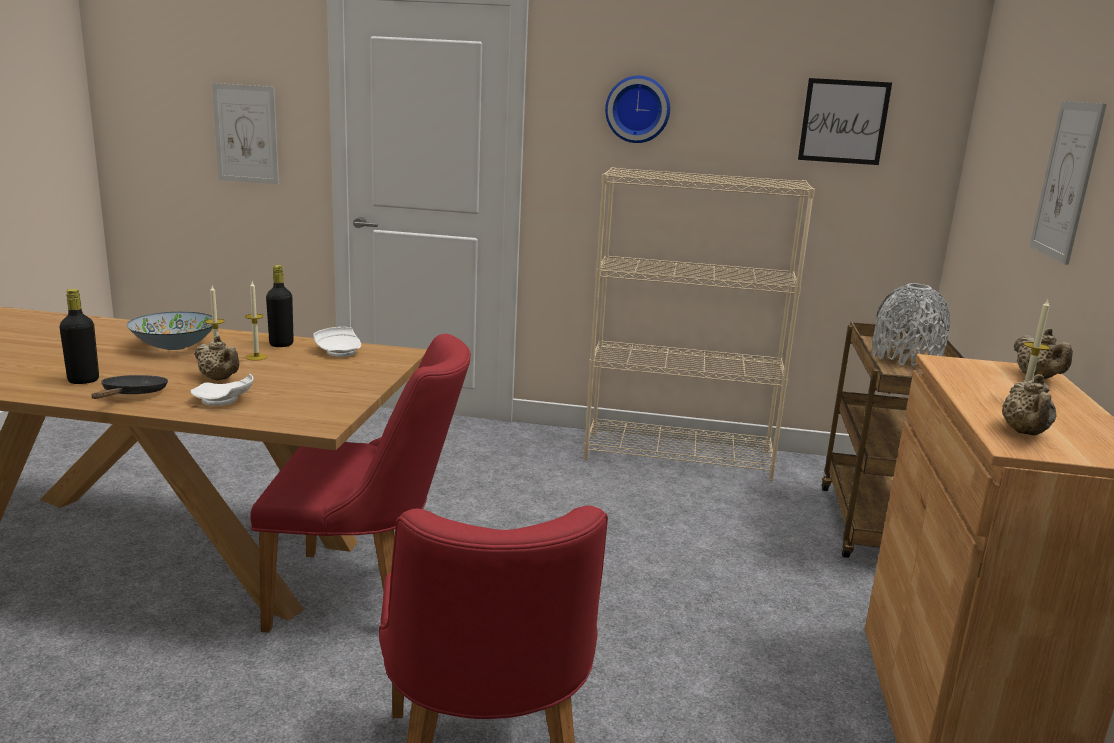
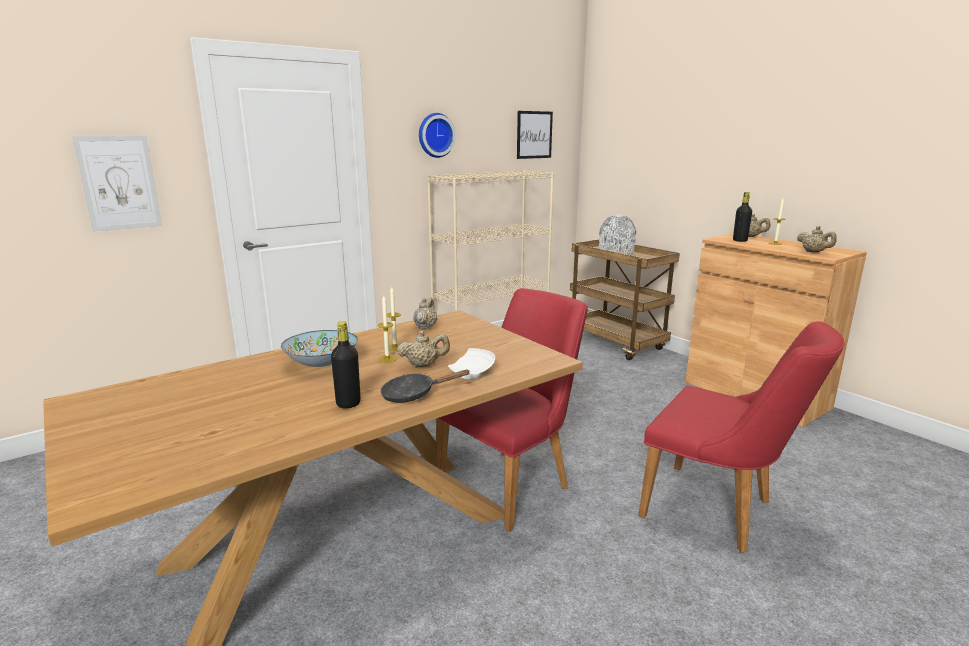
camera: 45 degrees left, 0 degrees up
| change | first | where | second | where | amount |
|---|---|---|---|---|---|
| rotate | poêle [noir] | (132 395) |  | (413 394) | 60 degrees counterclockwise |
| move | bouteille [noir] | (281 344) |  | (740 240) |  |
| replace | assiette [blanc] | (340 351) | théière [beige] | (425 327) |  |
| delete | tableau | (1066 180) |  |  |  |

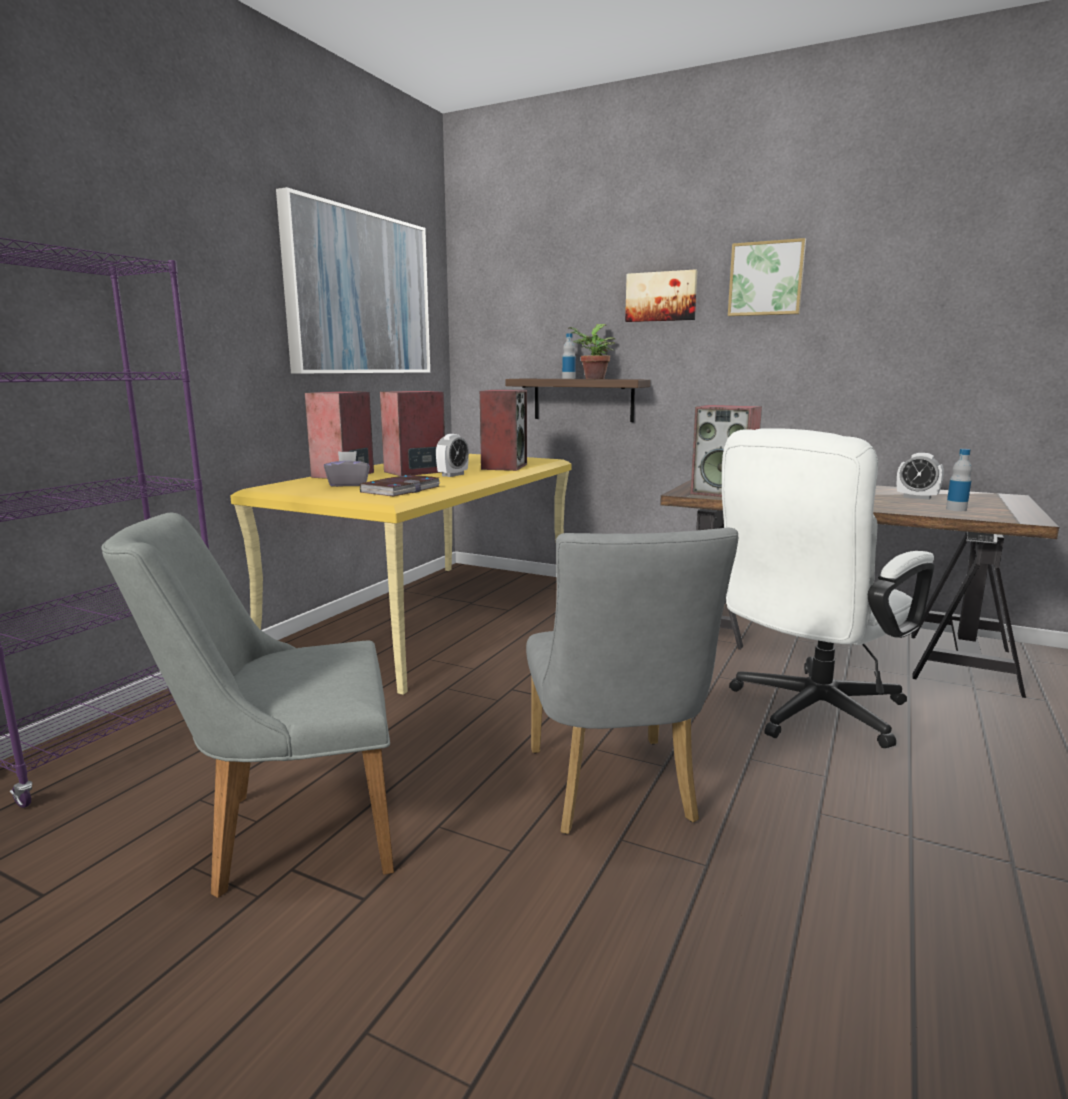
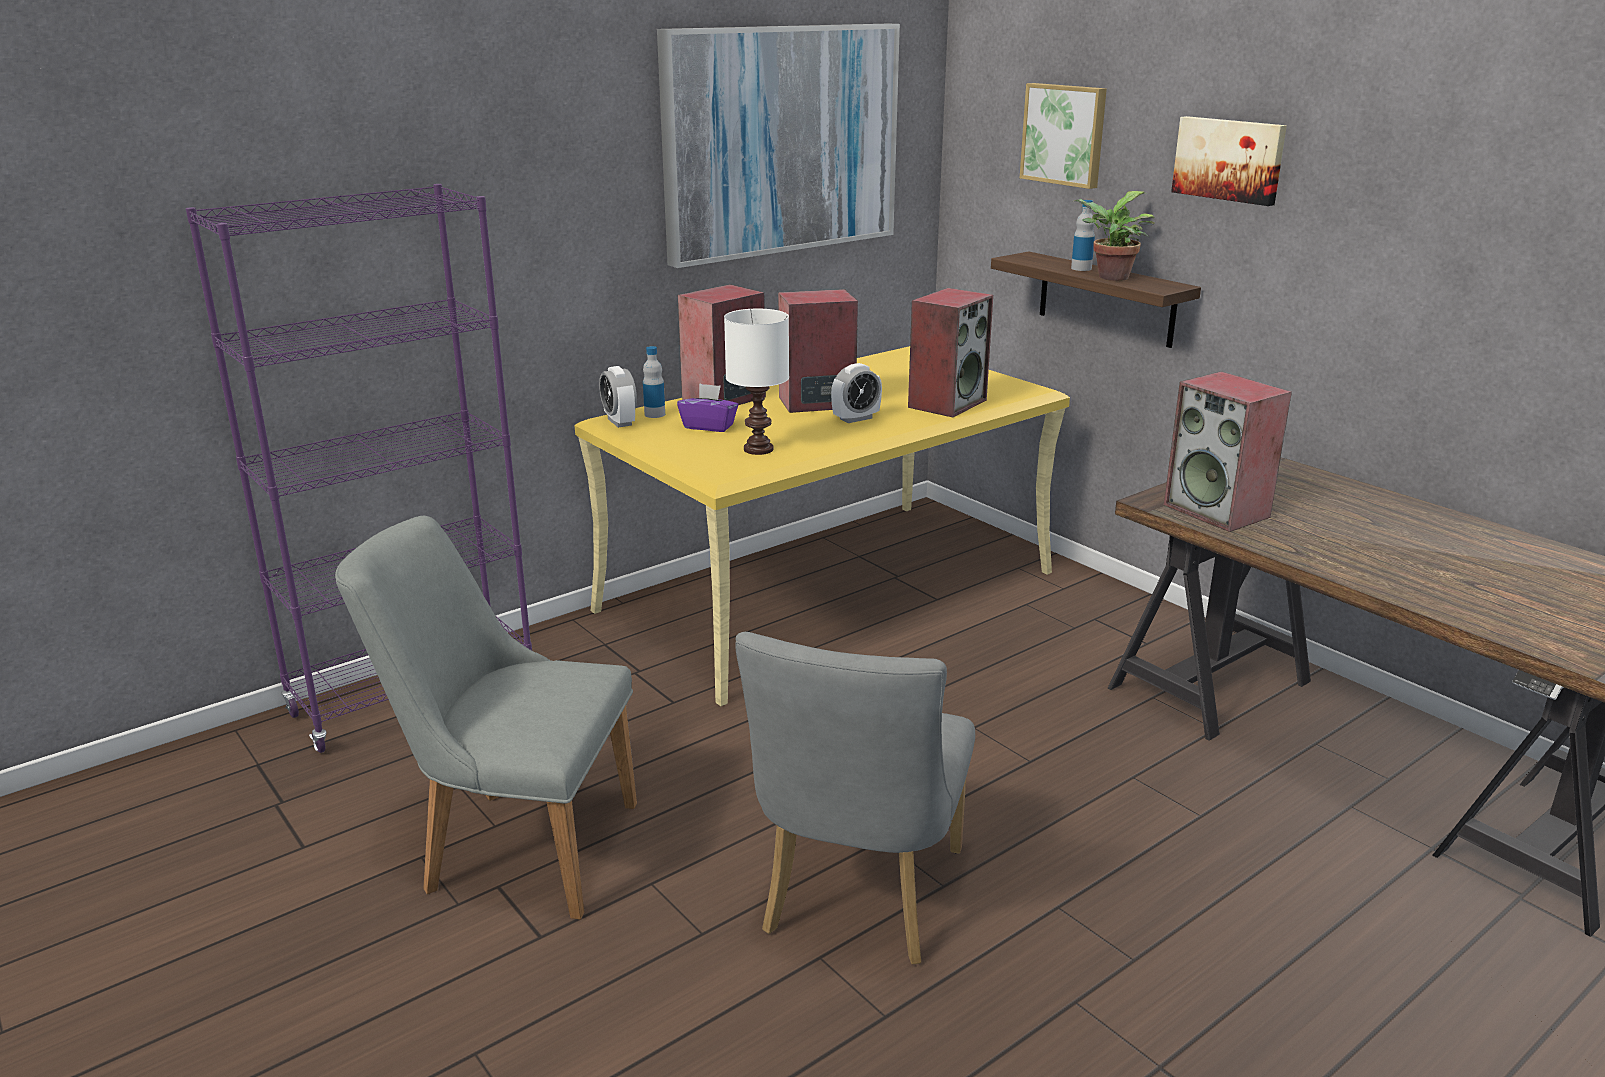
camera: 25 degrees right, 10 degrees up
| change | first | where | second | where | amount |
|---|---|---|---|---|---|
| recolor | boîte à mouchoirs [gris] | (348 484) | boîte à mouchoirs [violet] | (709 426) |  |
| replace | livre | (401 489) | lampe de table [blanc] | (757 449) |  |
| delete | chaise de bureau [blanc] | (807 713) |  |  |  |
| move | tableau | (766 279) |  | (1065 134) |  |
| move | réveil | (917 497) |  | (620 422) |  |
| move | bouteille | (956 509) |  | (654 414) |  |

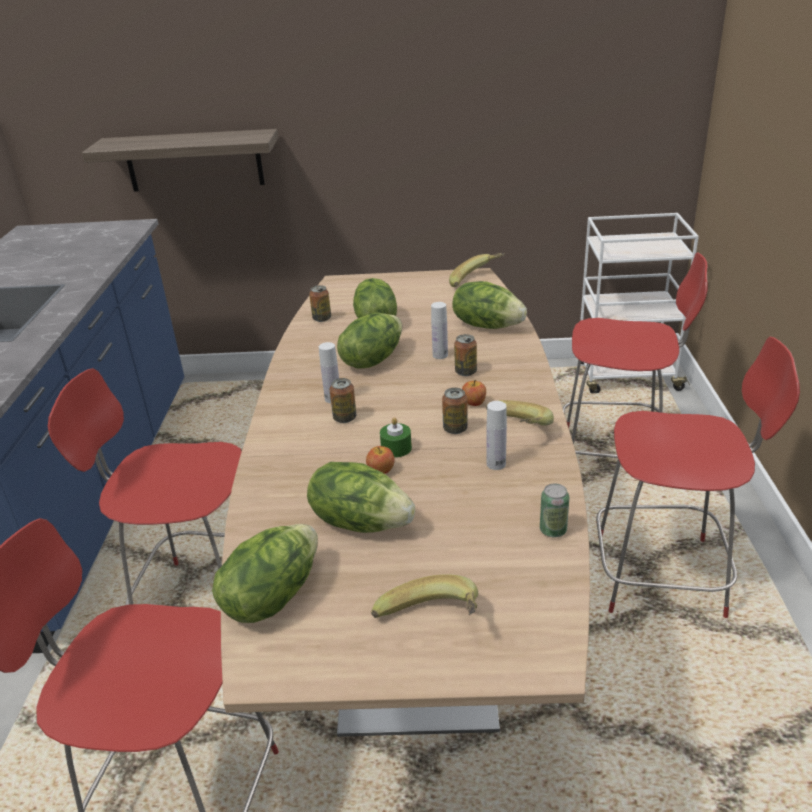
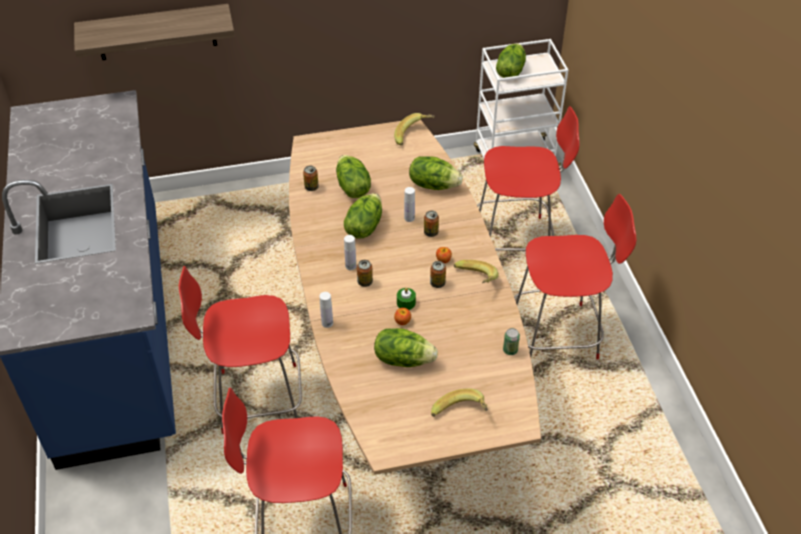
camera: 15 degrees left, 15 degrees up
| change | first | where | second | where | amount |
|---|---|---|---|---|---|
| move | laitue | (271 596) |  | (510 71) |  |
| move | bouteille [blanc] | (496 464) |  | (327 323) |  |

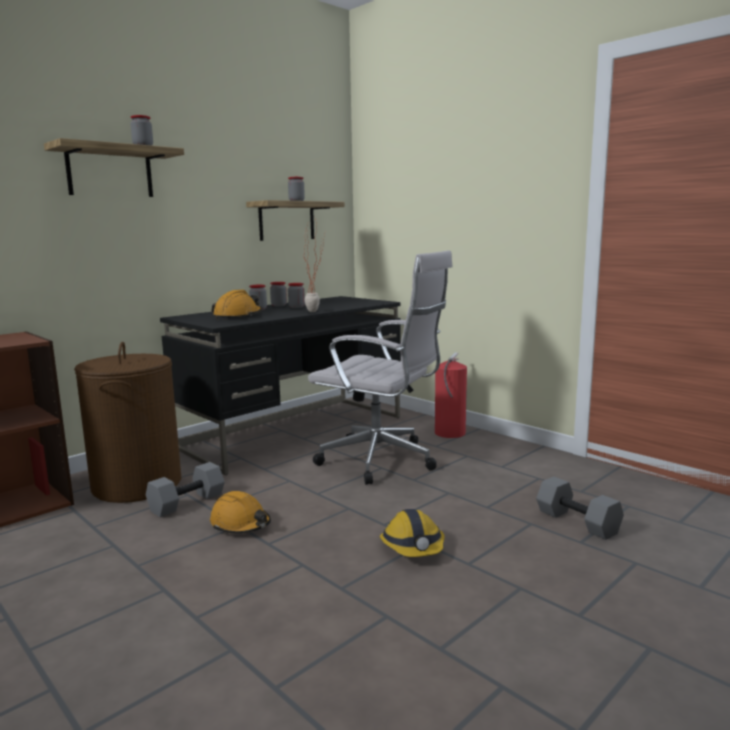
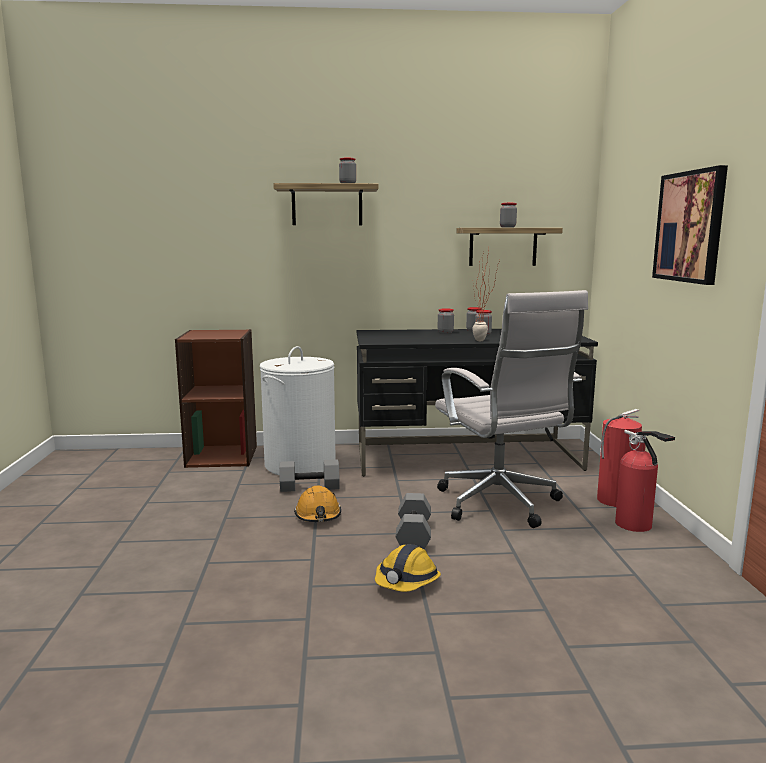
camera: 40 degrees right, 0 degrees up
| change | first | where | second | where | amount |
|---|---|---|---|---|---|
| recolor | panier à linge [marron] | (137 484) | panier à linge [blanc] | (300 464) |  |
| delete | casque de chantier [orange] | (238 316) |  |  |  |
| move | haltère [gris] | (578 522) |  | (415 536) |  |
| insert |  |  | extincteur | (636 526) |  |
| insert |  |  | tableau | (690 227) |  |

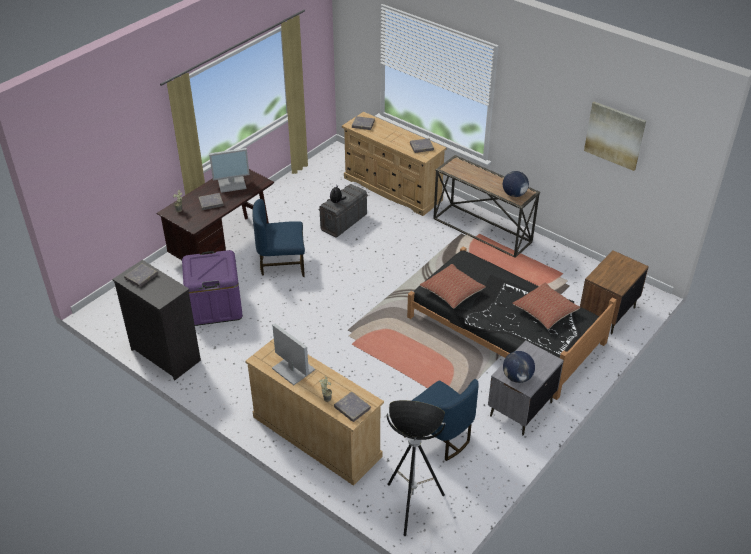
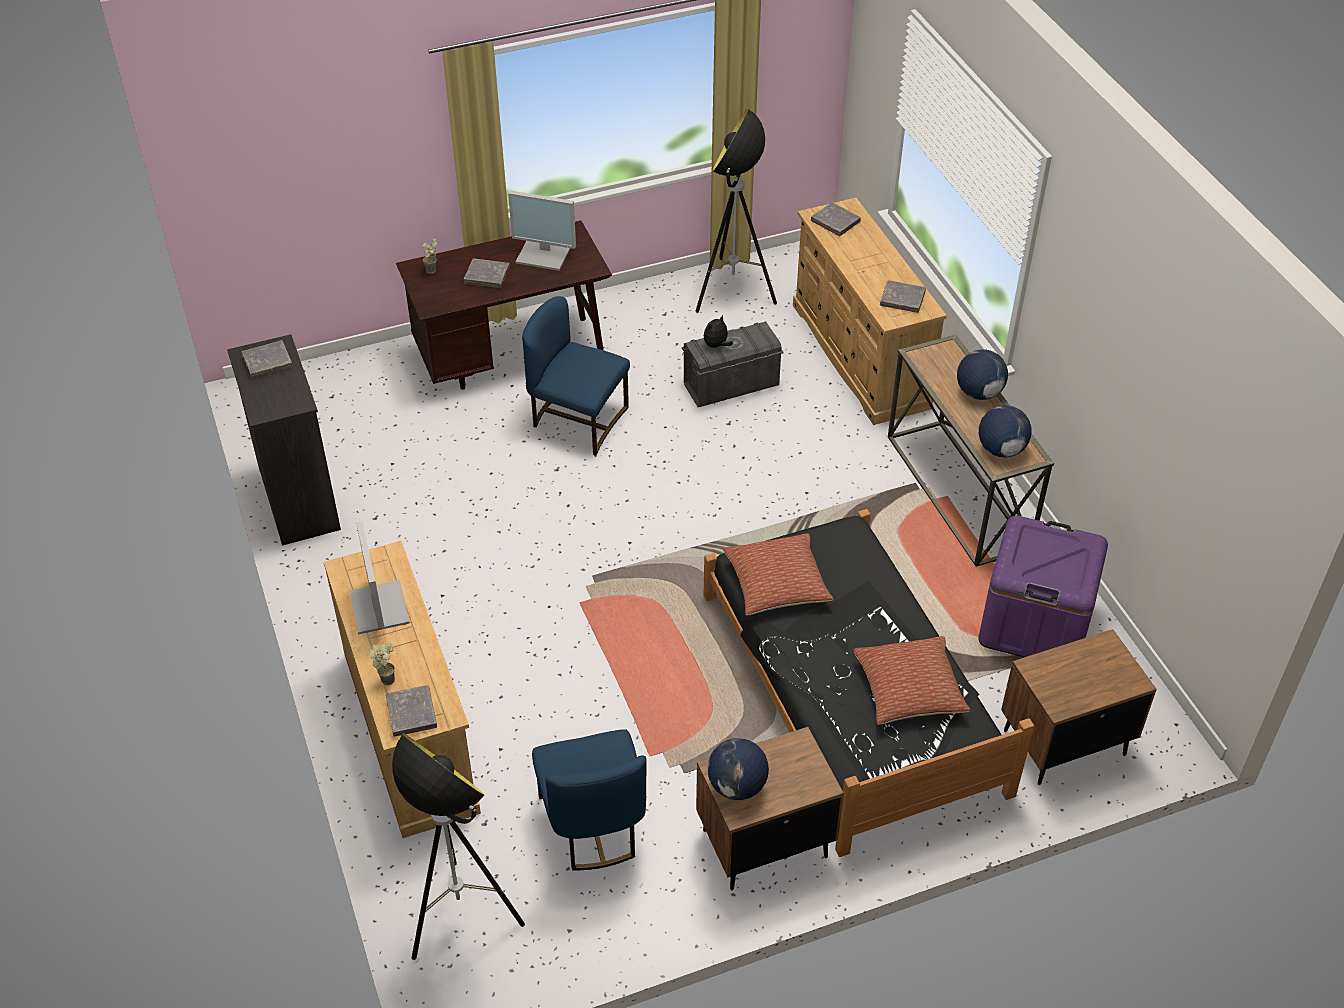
camera: 30 degrees right, 5 degrees up
| change | first | where | second | where | amount |
|---|---|---|---|---|---|
| move | boîte de rangement [violet] | (215 306) |  | (1034 623) |  |
| recolor | table de chevet [gris] | (520 409) | table de chevet [marron] | (763 843) |  |
| delete | tableau | (614 135) |  |  |  |
| insert |  |  | lampadaire | (733 295) |  |
| insert |  |  | globe | (978 393) |  |

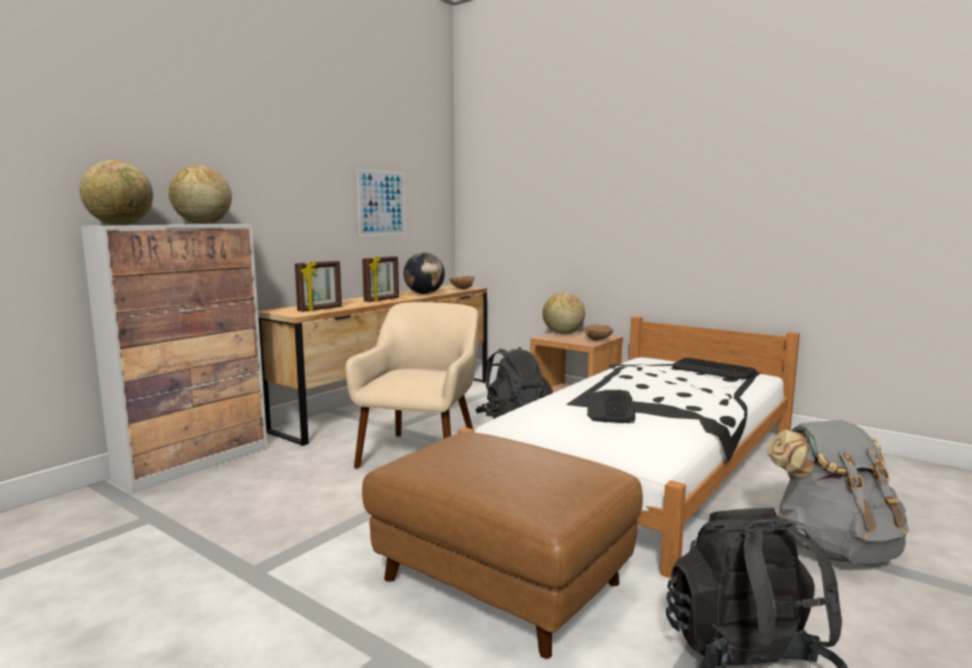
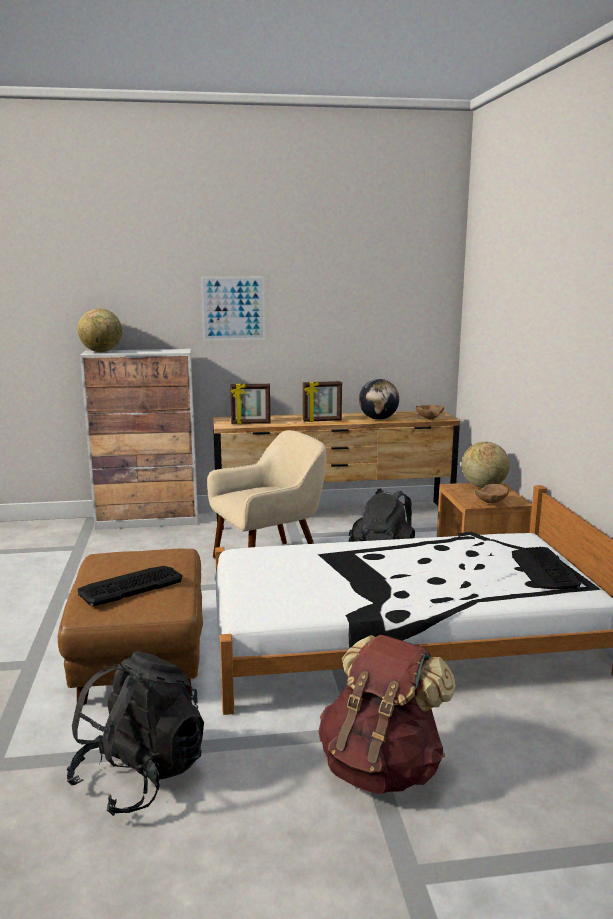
camera: 45 degrees right, 5 degrees up
| change | first | where | second | where | amount |
|---|---|---|---|---|---|
| delete | globe | (202 224) |  |  |  |
| move | tableau | (381 203) |  | (233 308) |  |
| move | clavier | (610 407) |  | (130 586) |  |
| recolor | sac à dos [gris] | (833 548) | sac à dos [marron] | (382 767) |  |

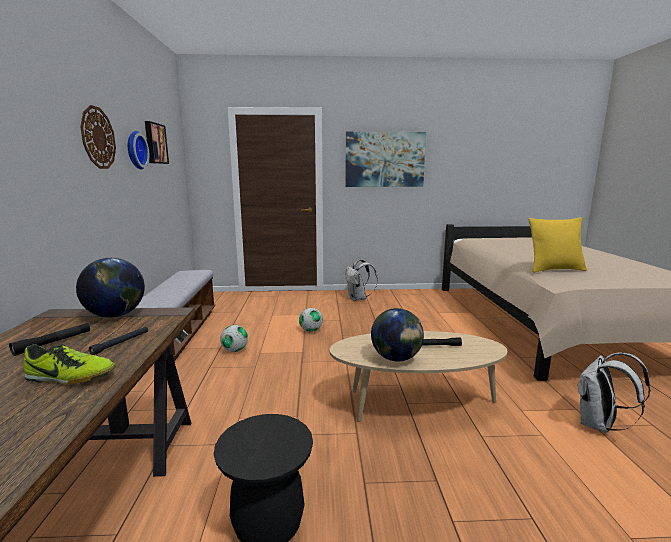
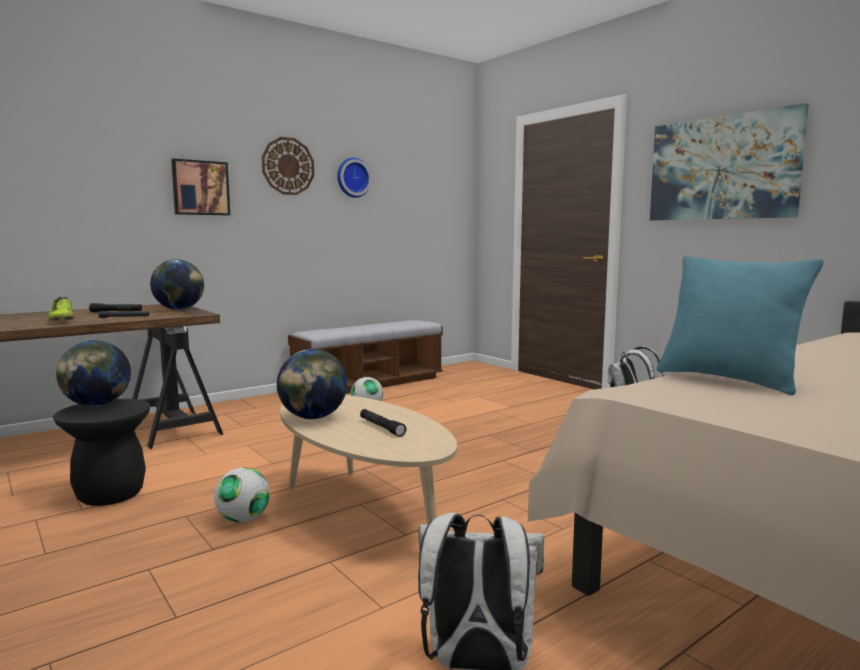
camera: 55 degrees right, 5 degrees down
| change | first | where | second | where | amount |
|---|---|---|---|---|---|
| move | tableau | (155 143) |  | (200 188) |  |
| move | ballon de foot | (311 330) |  | (243 519) |  |
| recolor | coussin [jaune] | (554 269) | coussin [turquoise] | (727 379) |  |
| insert |  |  | globe | (97 405) |  |

